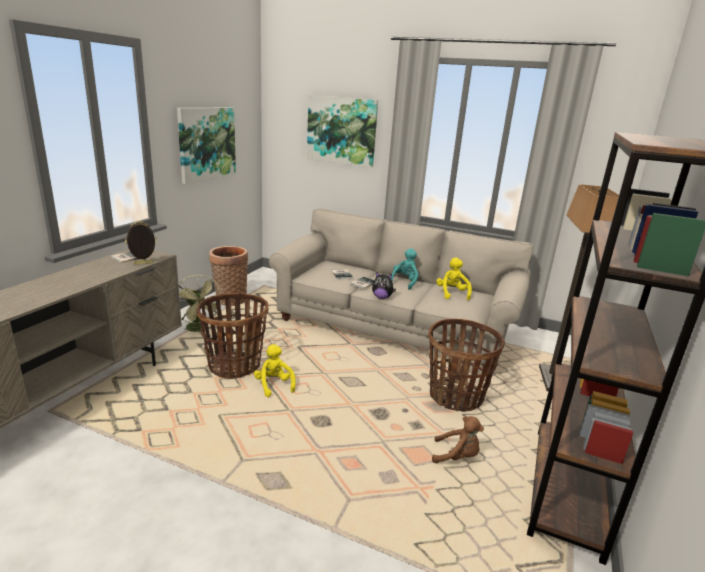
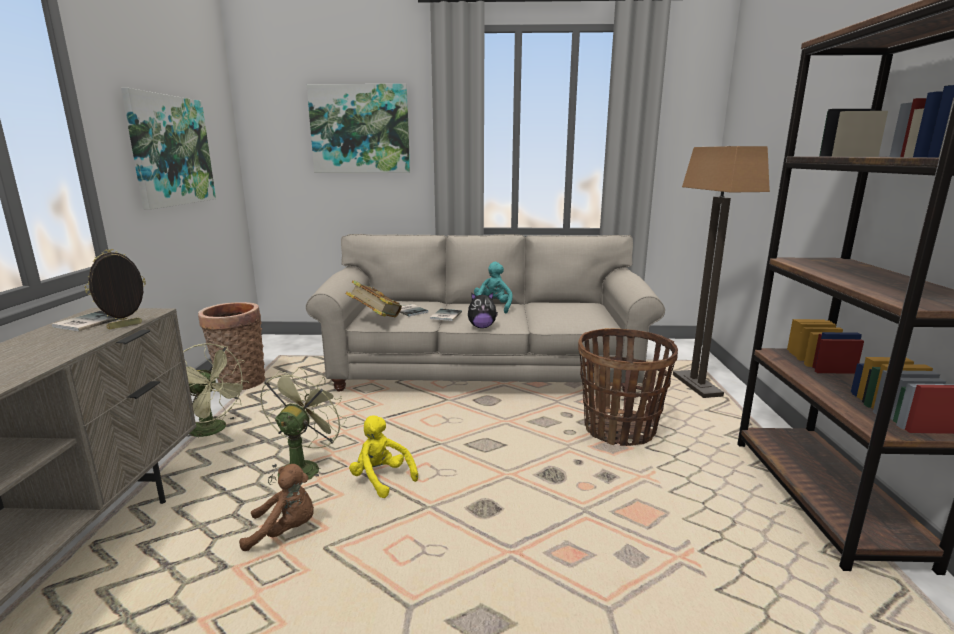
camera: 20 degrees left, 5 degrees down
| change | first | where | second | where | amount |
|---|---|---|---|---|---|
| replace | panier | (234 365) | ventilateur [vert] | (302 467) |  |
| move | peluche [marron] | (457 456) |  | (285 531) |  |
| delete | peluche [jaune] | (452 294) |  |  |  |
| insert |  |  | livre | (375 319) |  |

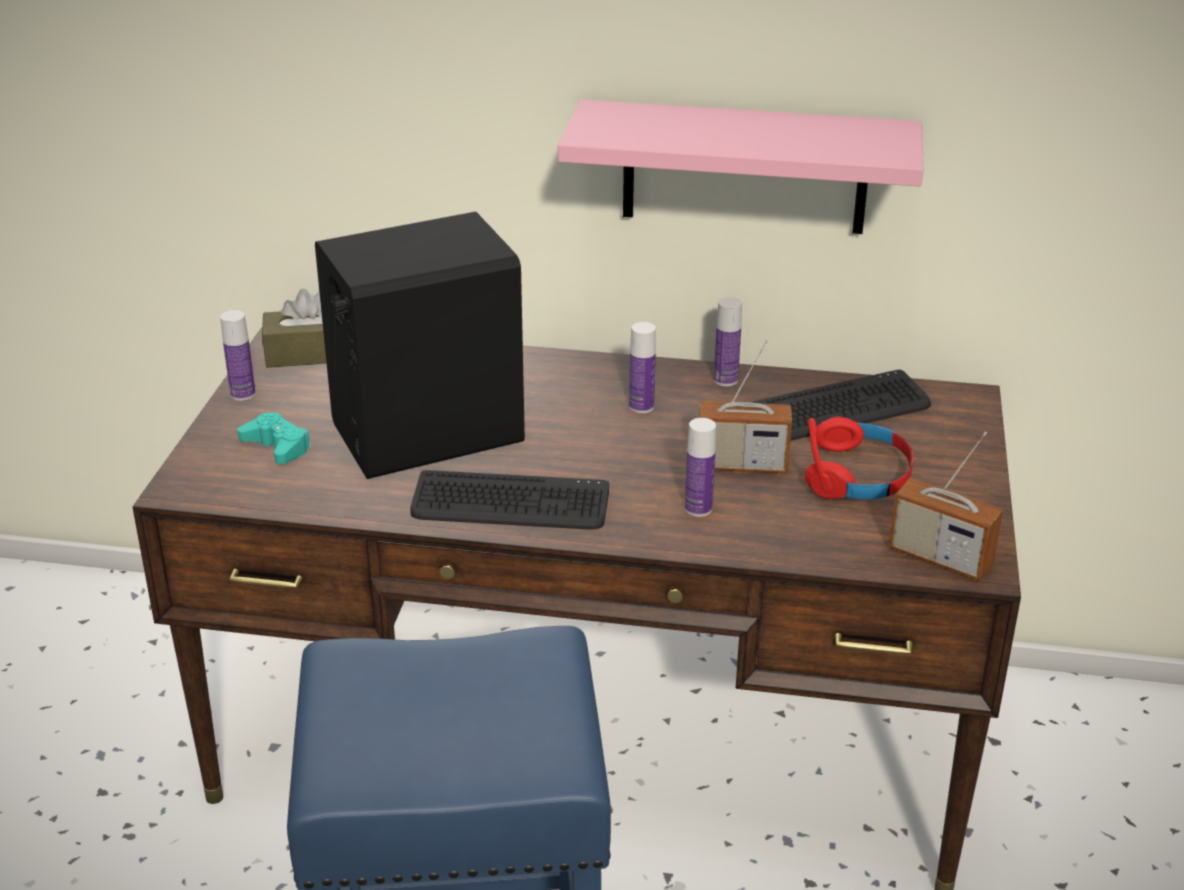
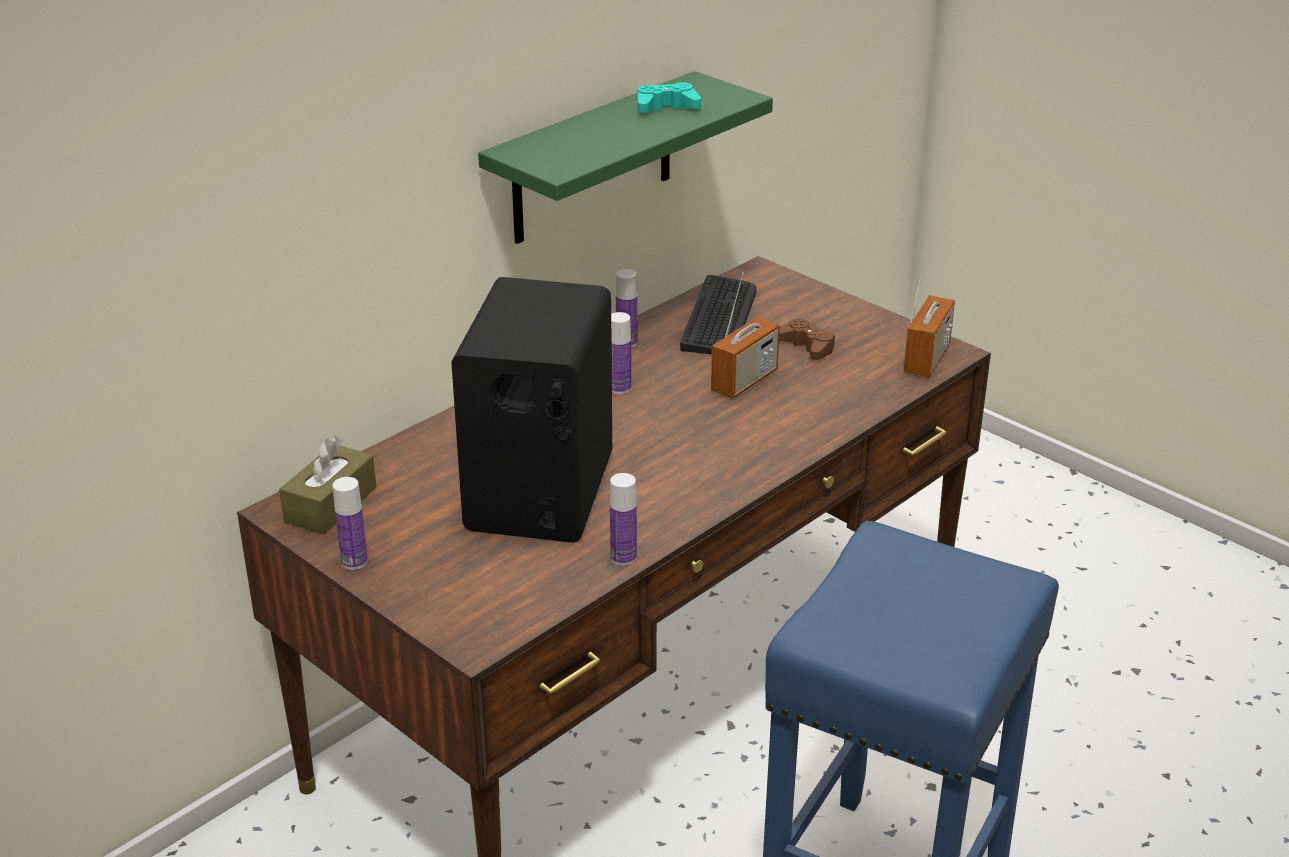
camera: 55 degrees left, 0 degrees up
| change | first | where | second | where | amount |
|---|---|---|---|---|---|
| move | manette [turquoise] | (277 446) |  | (666 107) |  |
| delete | clavier | (510 504) |  |  |  |
| recolor | étagère [rose] | (745 167) | étagère [vert] | (592 160) |  |
| move | bouteille | (698 509) |  | (623 557) |  |
| replace | casque audio [rouge] | (858 476) | manette [marron] | (806 346) |  |
| rotate | radio | (940 558) |  | (926 359) | 45 degrees counterclockwise |

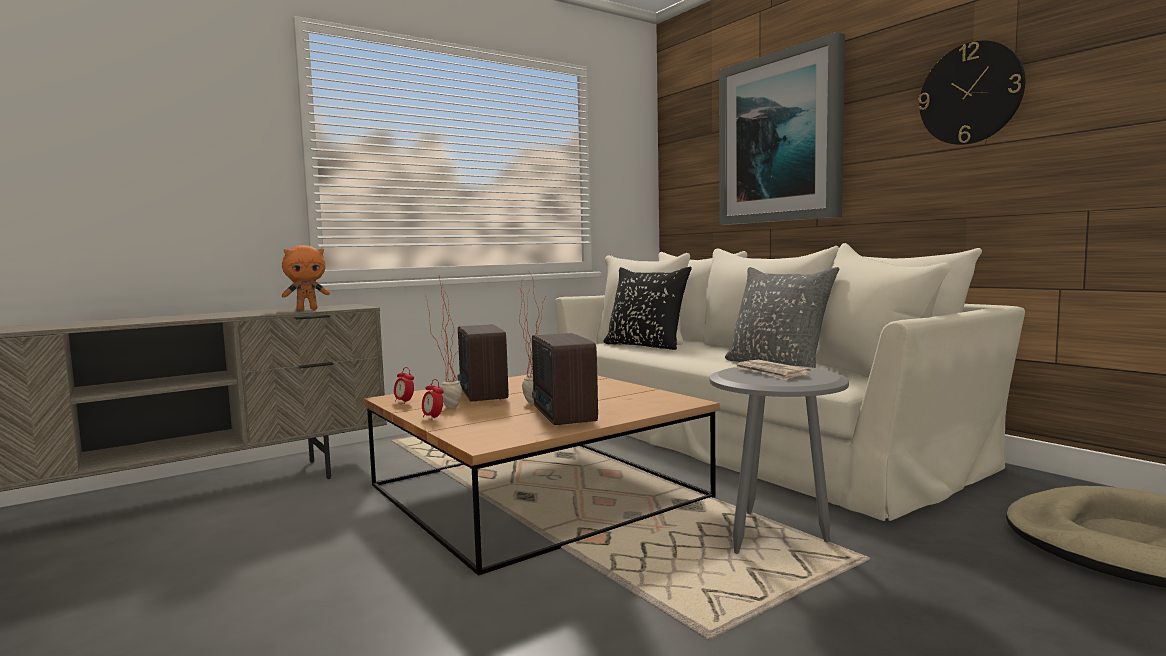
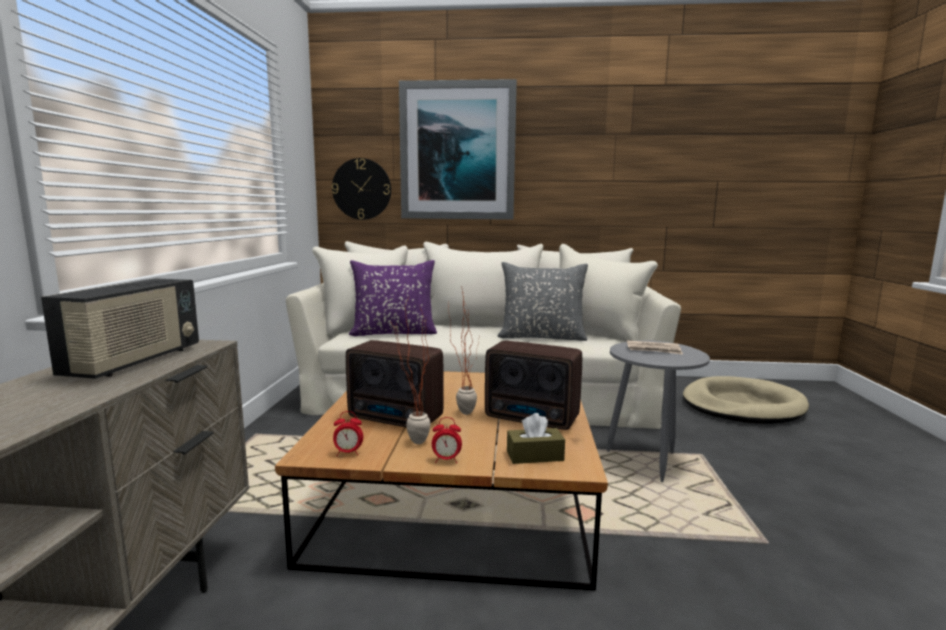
camera: 50 degrees left, 5 degrees up
| change | first | where | second | where | amount |
|---|---|---|---|---|---|
| replace | peluche [orange] | (307 309) | radio | (135 362) |  |
| recolor | coussin [noir] | (646 346) | coussin [violet] | (394 333) |  |
| move | horloge murale | (970 94) |  | (361 189) |  |
| insert |  |  | boîte à mouchoirs [marron] | (535 456) |  |

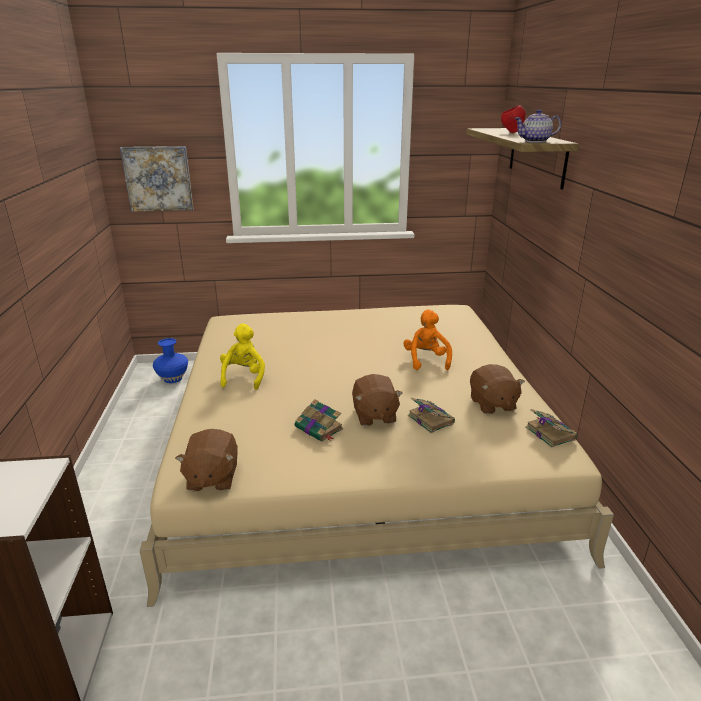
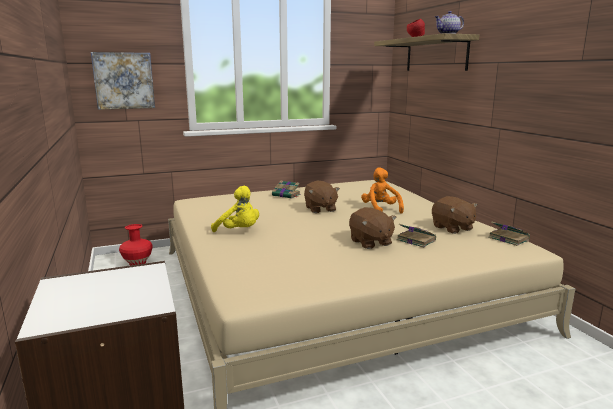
camera: 15 degrees left, 10 degrees down
| change | first | where | second | where | amount |
|---|---|---|---|---|---|
| recolor | vase [bleu] | (173 378) | vase [rouge] | (137 262) |  |
| move | peluche [marron] | (212 478) |  | (320 209) |  |
| rotate | peluche [jaune] | (244 377) |  | (239 231) | 135 degrees clockwise |
| move | livre | (319 429) |  | (286 195) |  |

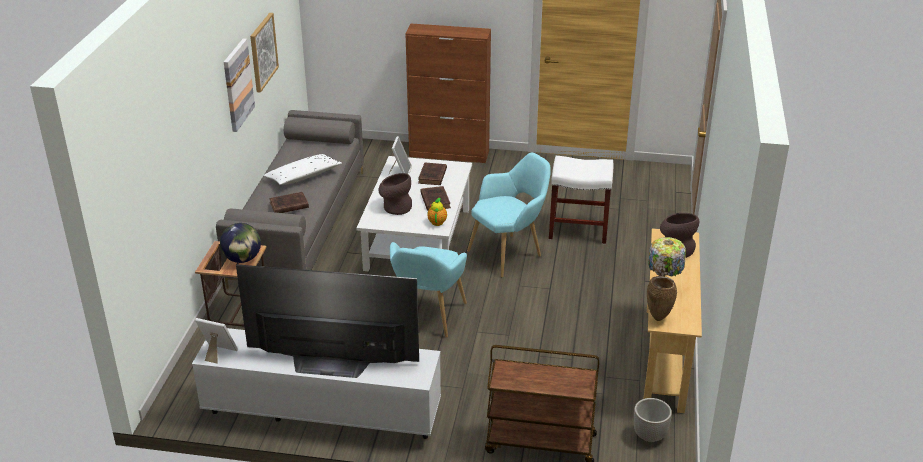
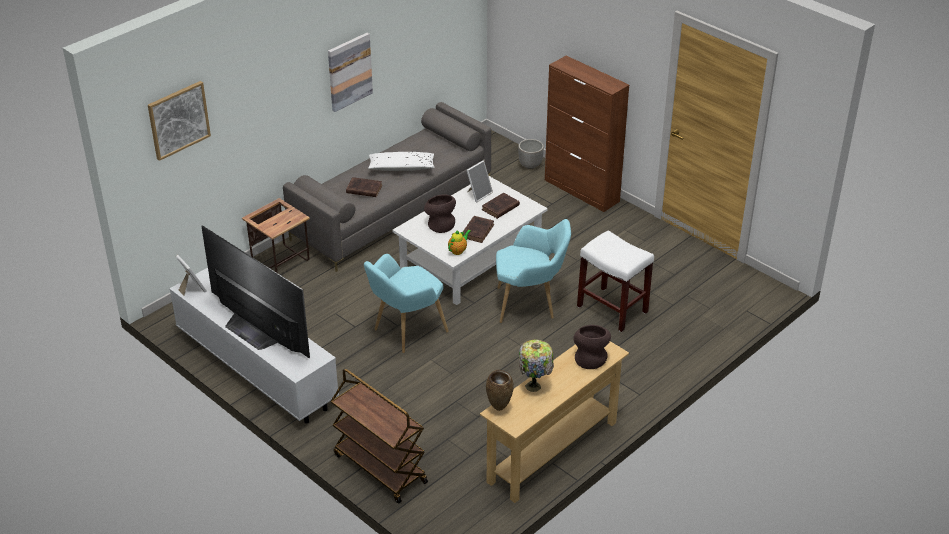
camera: 35 degrees right, 5 degrees up
| change | first | where | second | where | amount |
|---|---|---|---|---|---|
| delete | globe | (242 259) |  |  |  |
| move | tableau | (263 52) |  | (178 120) |  |
| move | cache-pot | (650 435) |  | (530 165) |  |

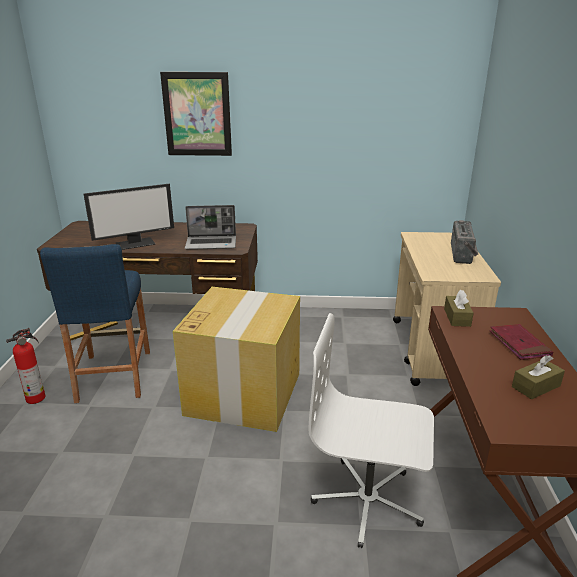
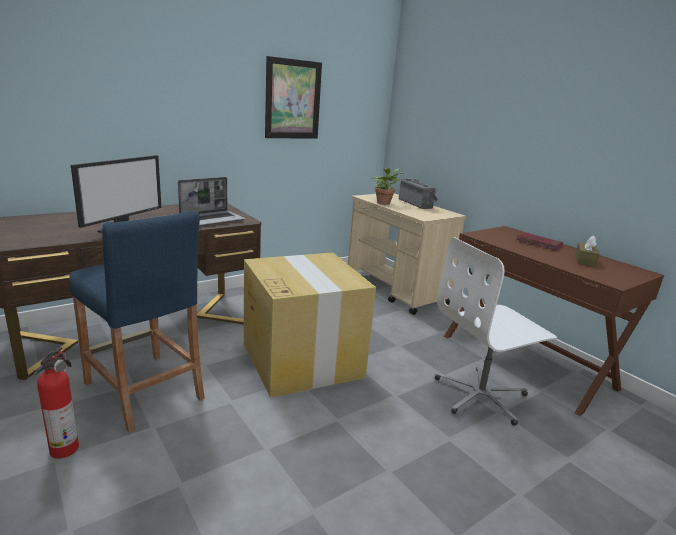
camera: 40 degrees left, 5 degrees down
| change | first | where | second | where | amount |
|---|---|---|---|---|---|
| move | tableau | (197 114) |  | (293 99) |  |
| delete | boîte à mouchoirs [marron] | (457 317) |  |  |  |
| insert |  |  | plante en pot | (384 203) |  |

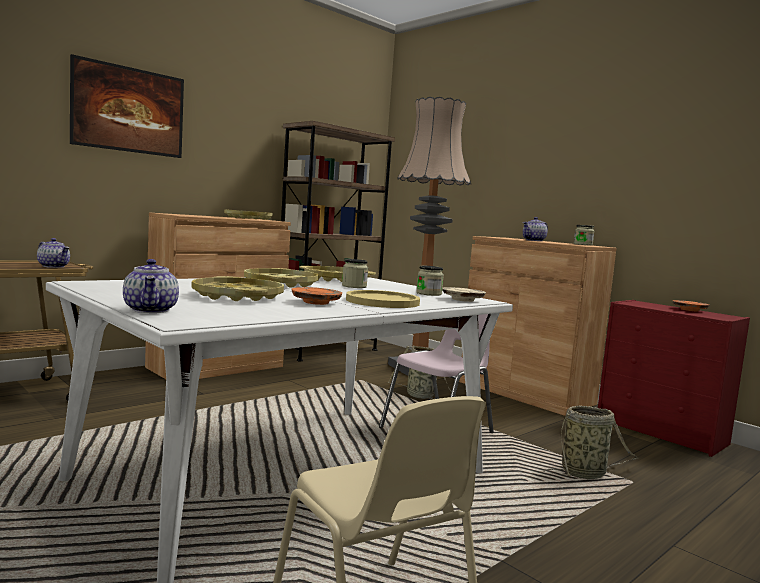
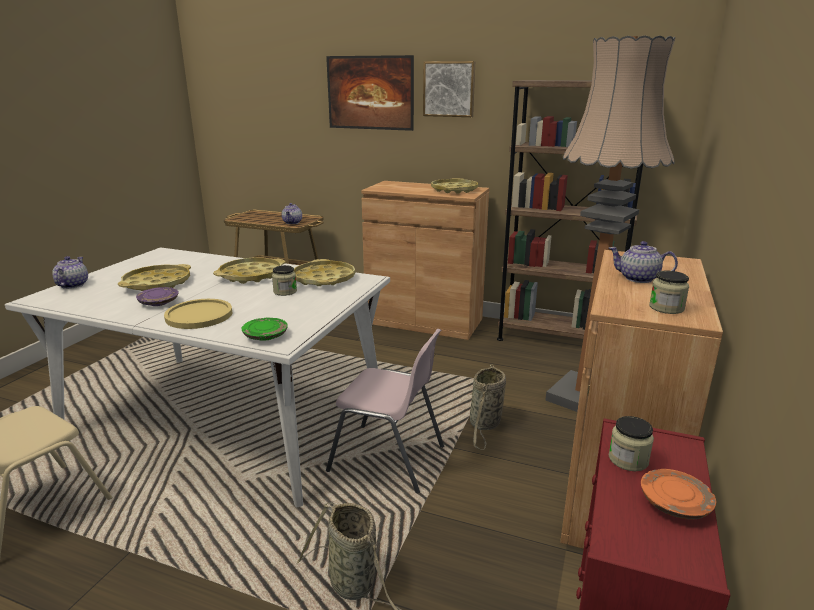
camera: 65 degrees right, 15 degrees up
| change | first | where | second | where | amount |
|---|---|---|---|---|---|
| rotate | théière | (151 310) |  | (72 285) | 135 degrees clockwise |
| recolor | assiette [orange] | (316 302) | assiette [violet] | (159 302) |  |
| move | bocal | (429 294) |  | (628 459) |  |
| recolor | assiette [beige] | (462 300) | assiette [vert] | (265 336) |  |
| insert |  |  | tableau | (449 89) |  |

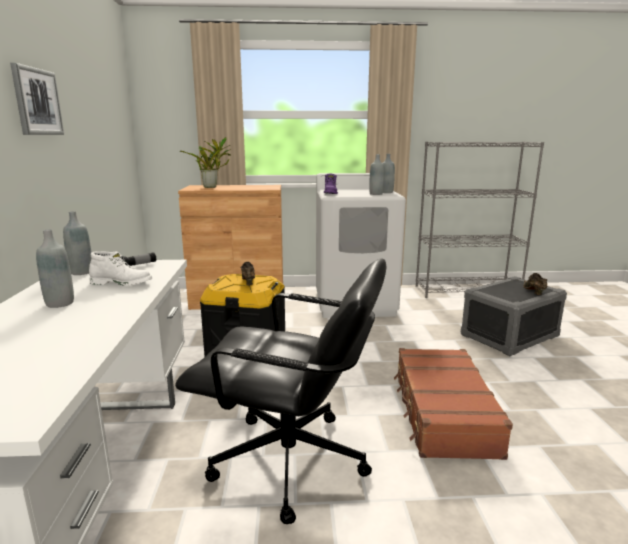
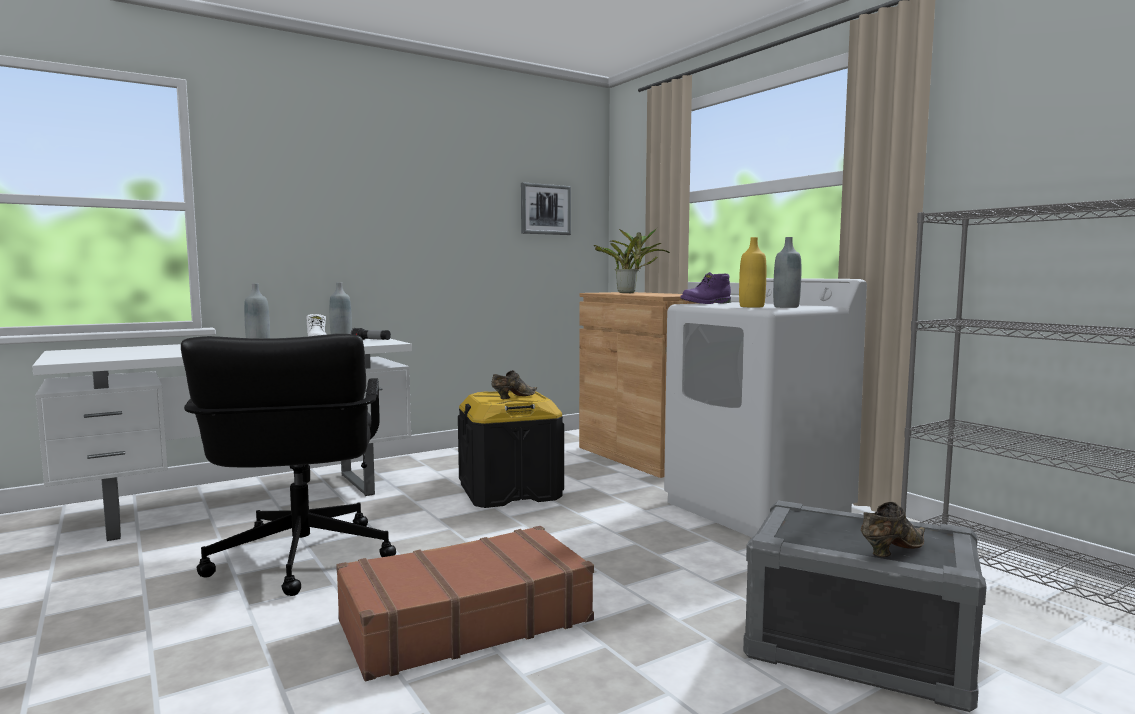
camera: 60 degrees right, 10 degrees down
| change | first | where | second | where | amount |
|---|---|---|---|---|---|
| move | tableau | (37 102) |  | (545 209) |  |
| recolor | bouteille [gris] | (376 194) | bouteille [jaune] | (751 306) |  |

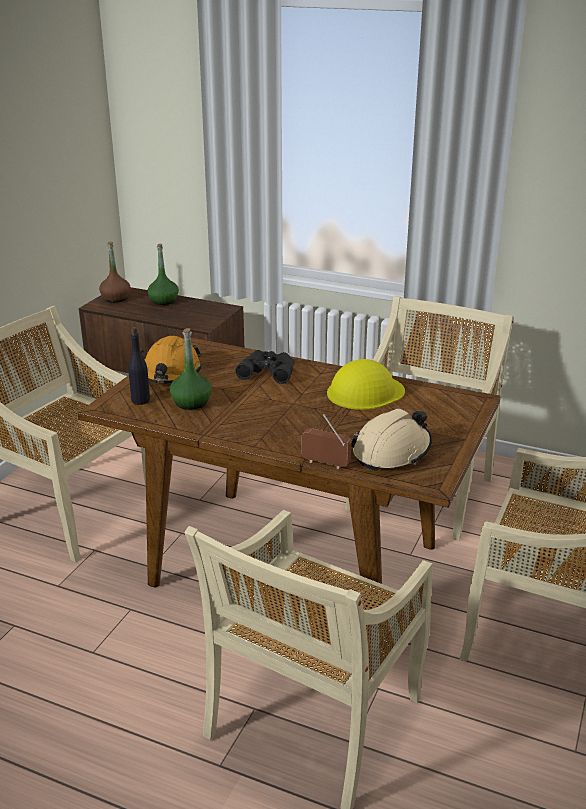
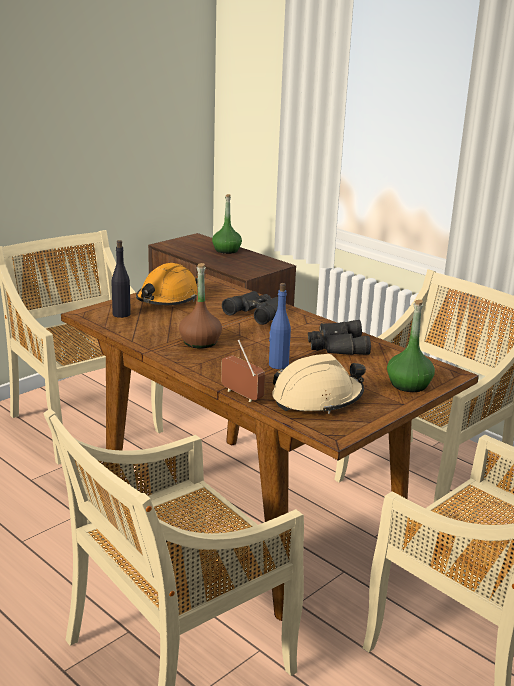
camera: 20 degrees right, 5 degrees down
| change | first | where | second | where | amount |
|---|---|---|---|---|---|
| move | bouteille [marron] | (116 298) |  | (200 342) |  |
| move | bouteille [vert] | (191 402) |  | (408 385) |  |
| replace | casque de chantier [jaune] | (365 392) | jumelles [noir] | (336 346) |  |
| insert |  |  | bouteille [bleu] | (278 365) |  |

